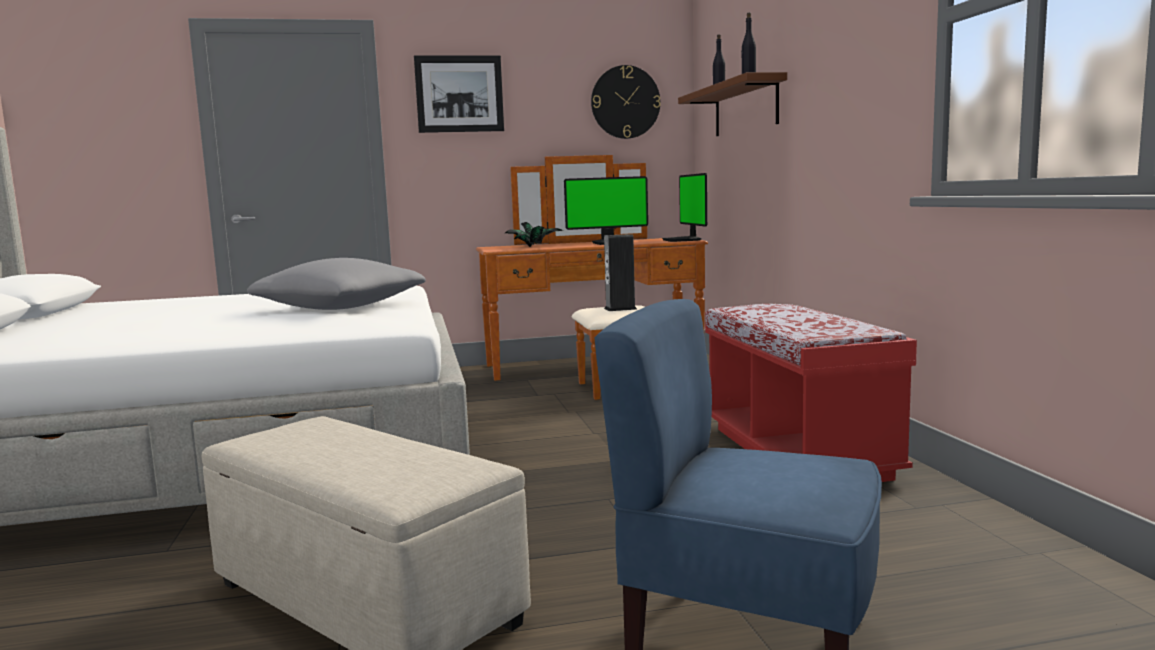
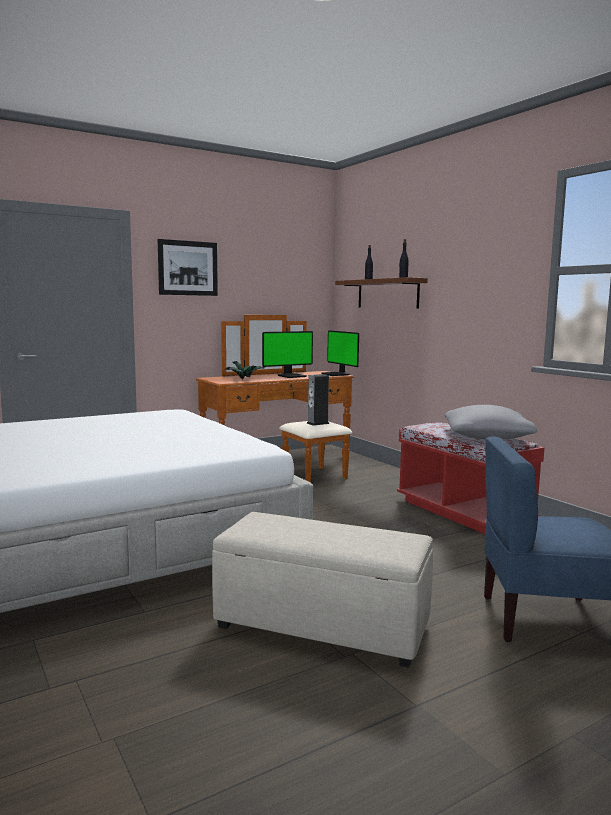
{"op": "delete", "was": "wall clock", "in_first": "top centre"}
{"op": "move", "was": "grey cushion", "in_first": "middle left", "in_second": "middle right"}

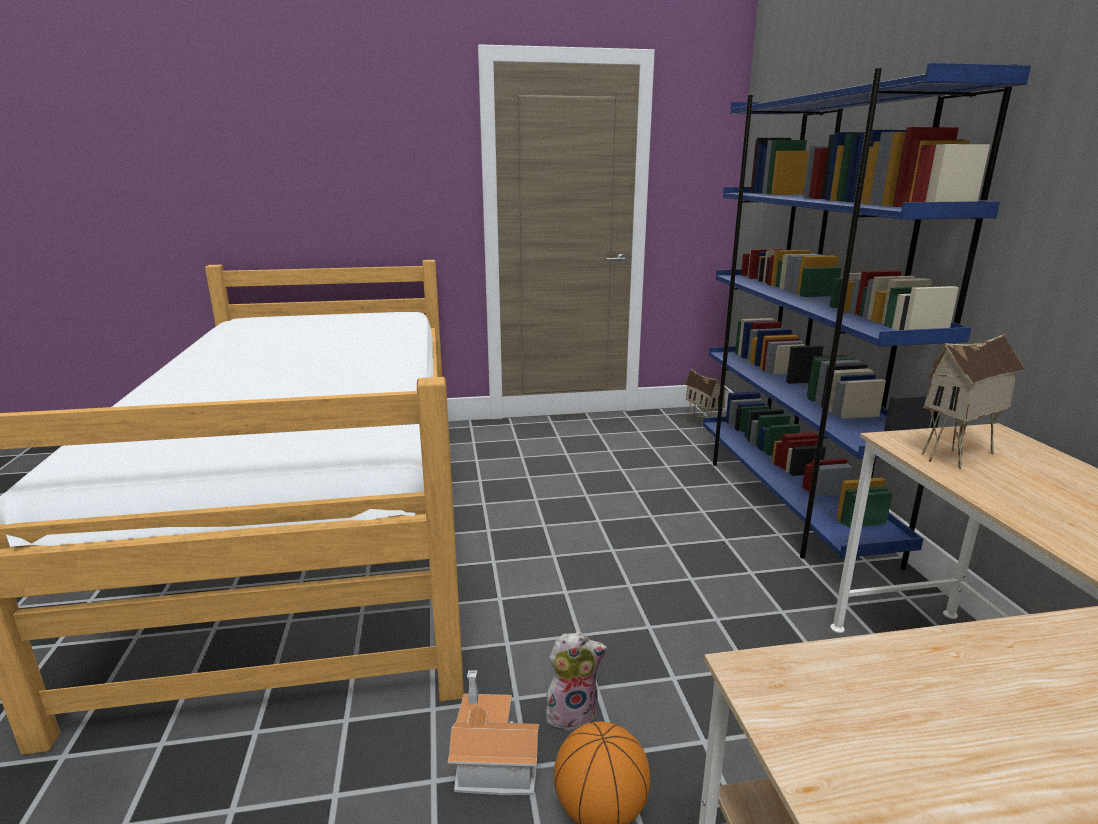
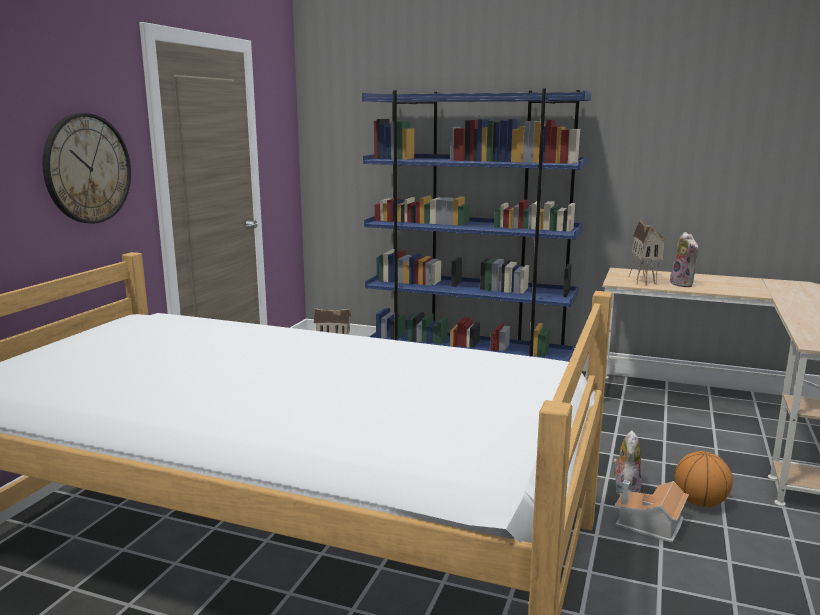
{"op": "insert", "now": "wall clock", "in_second": "top left"}
{"op": "insert", "now": "soft toy (2nd from left)", "in_second": "middle right"}

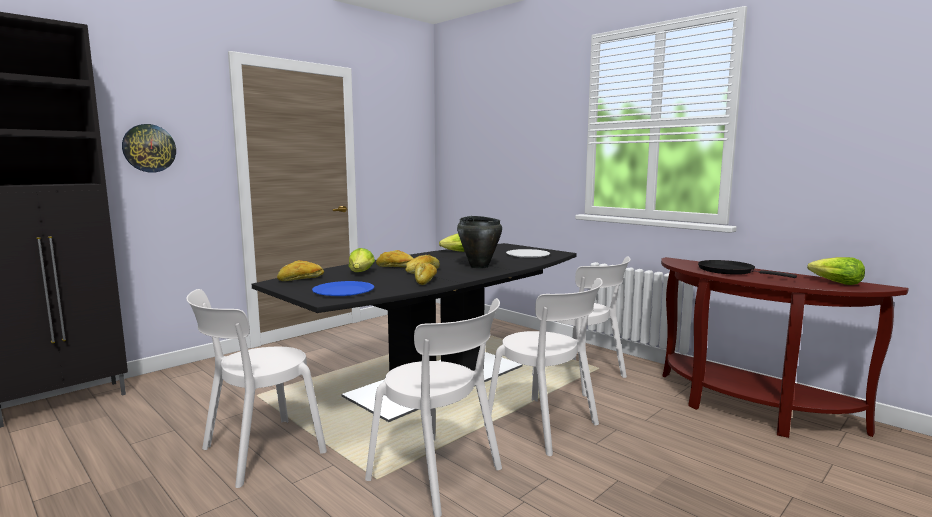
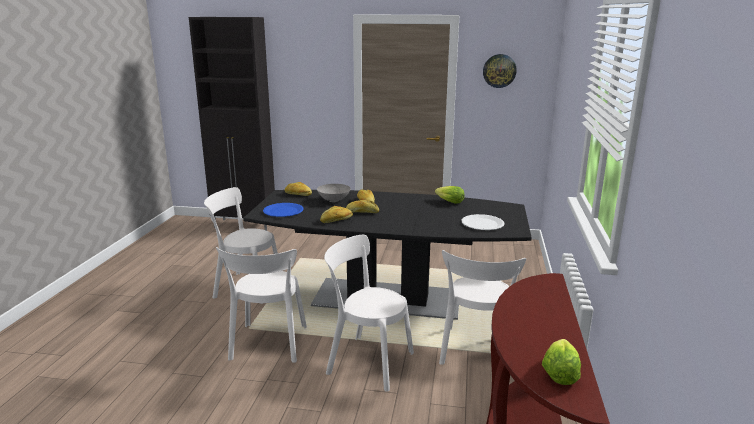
{"op": "move", "was": "wall clock", "in_first": "top left", "in_second": "top centre"}
{"op": "delete", "was": "black-coloured saucepot", "in_first": "centre"}
{"op": "replace", "was": "lettuce (1st from left)", "now": "grey deep dish", "in_first": "centre", "in_second": "centre"}
{"op": "delete", "was": "black-coloured frying pan", "in_first": "middle right"}
{"op": "rotate", "was": "white upright chair (3rd from left)", "in_first": "bottom centre", "in_second": "bottom centre", "clockwise": 105}

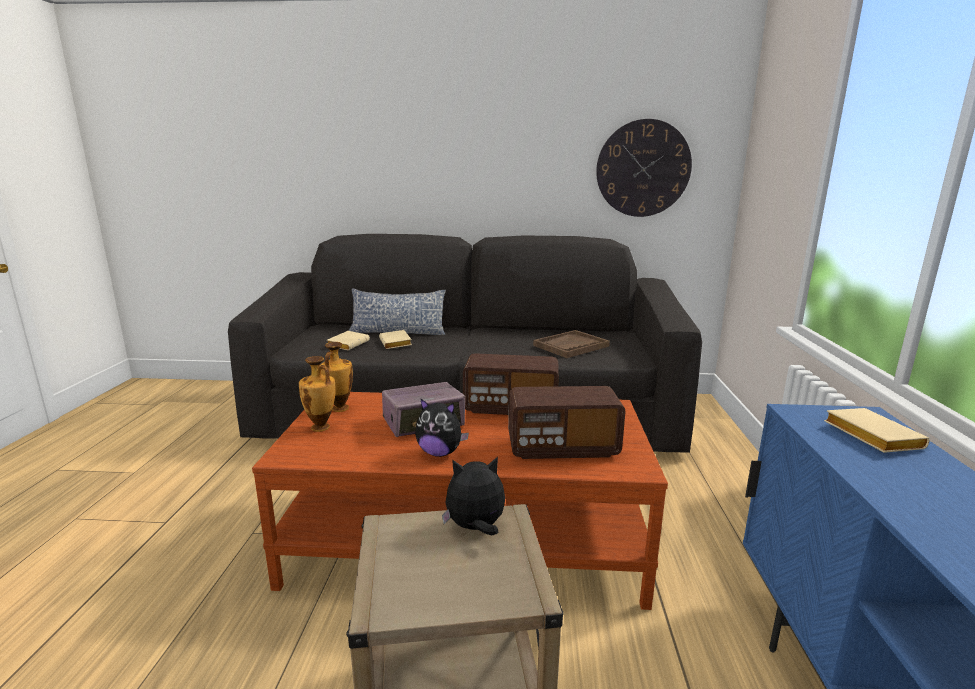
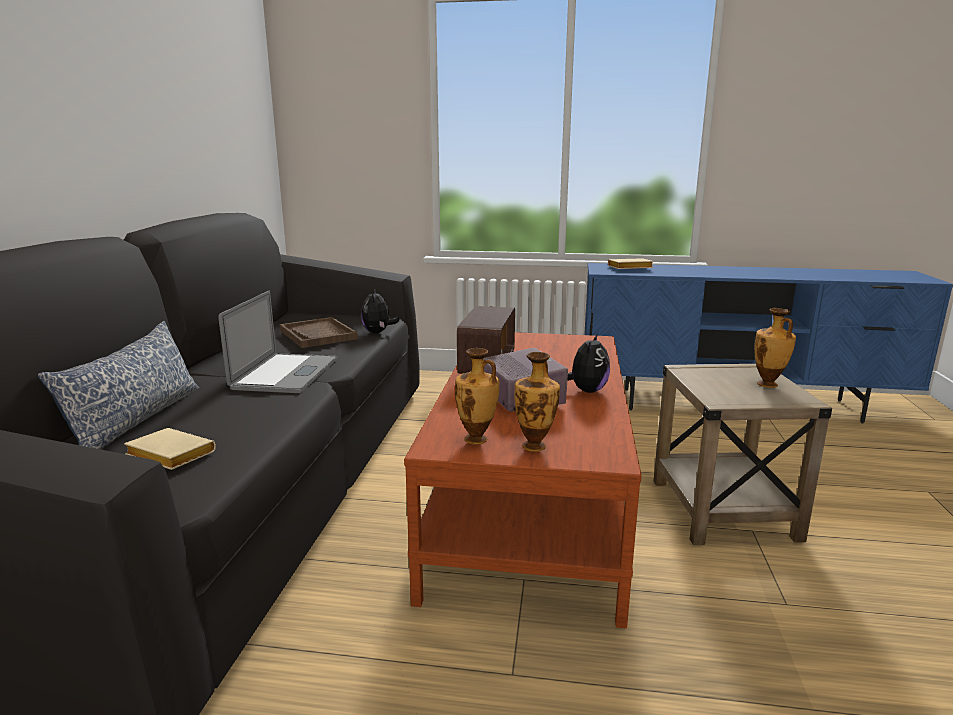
{"op": "delete", "was": "wall clock", "in_first": "top centre"}
{"op": "delete", "was": "beige-coloured volume (2nd from left)", "in_first": "centre"}
{"op": "delete", "was": "radio set (3rd from left)", "in_first": "centre"}
{"op": "move", "was": "soft toy (2nd from left in the first image)", "now": "soft toy (1st from left)", "in_first": "bottom centre", "in_second": "centre"}
{"op": "insert", "now": "laptop", "in_second": "middle left"}
{"op": "insert", "now": "vase (3rd from left)", "in_second": "middle right"}

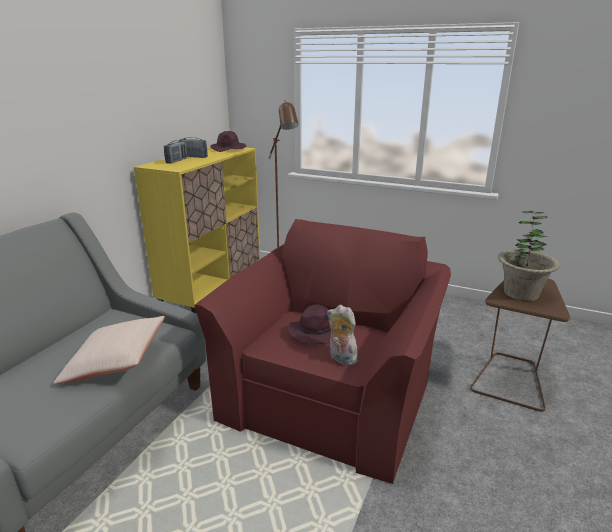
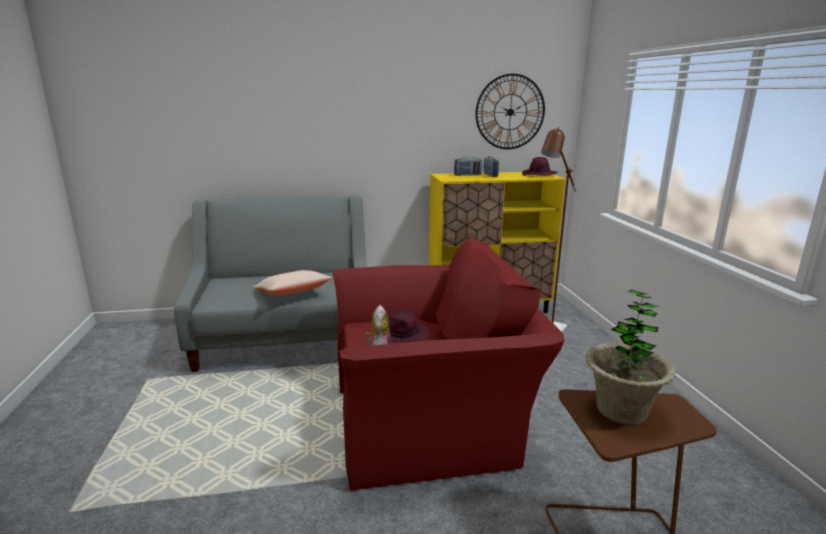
{"op": "insert", "now": "wall clock", "in_second": "top centre"}

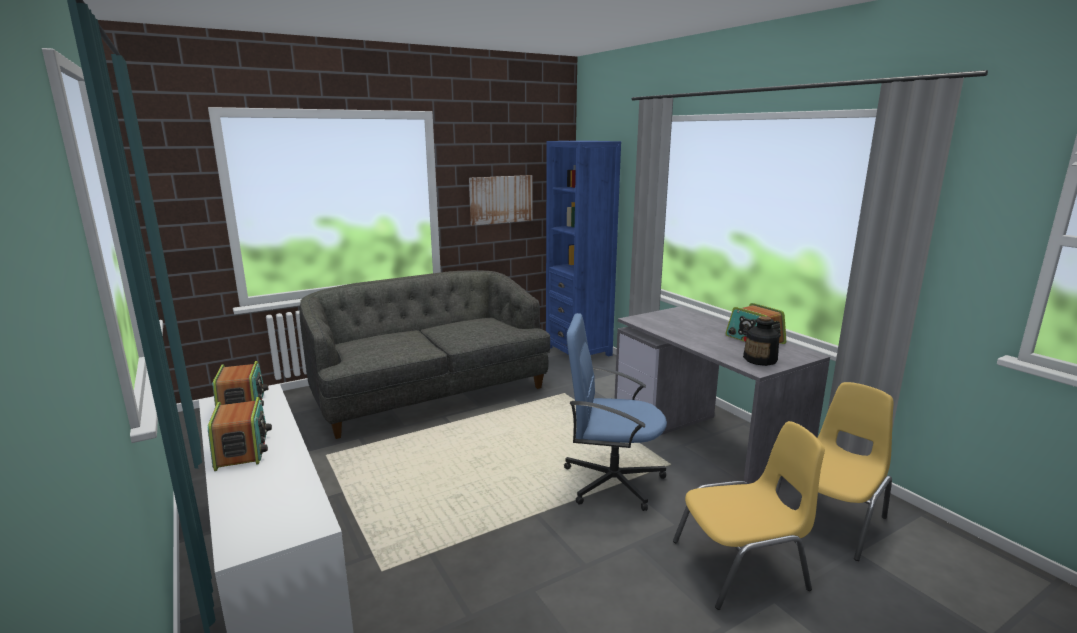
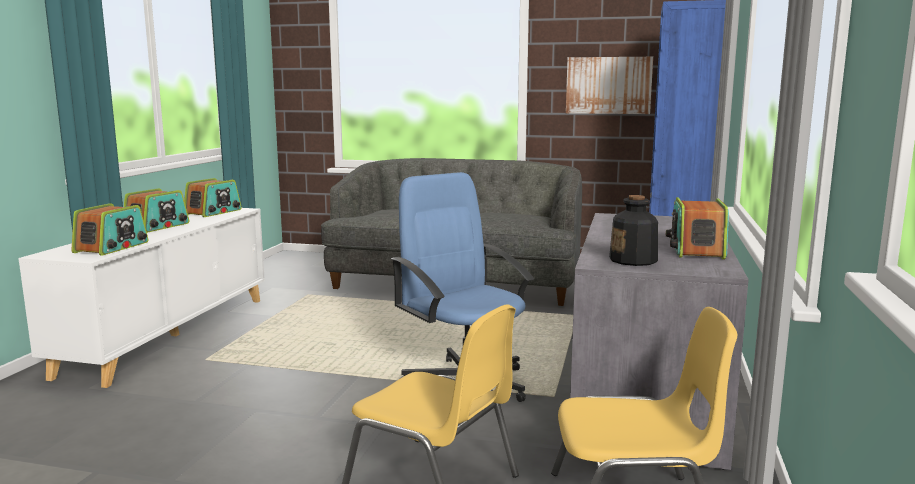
{"op": "insert", "now": "radio set (1st from left)", "in_second": "middle left"}

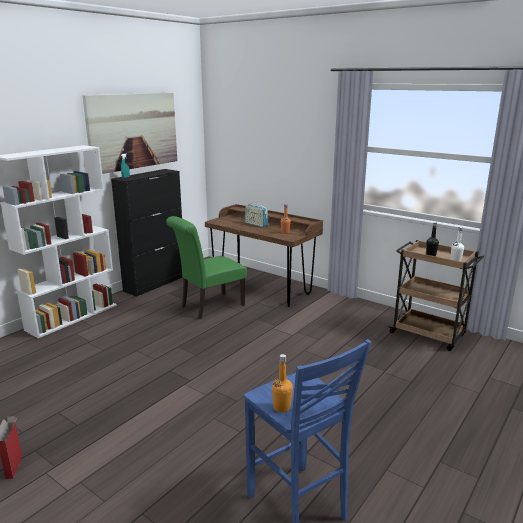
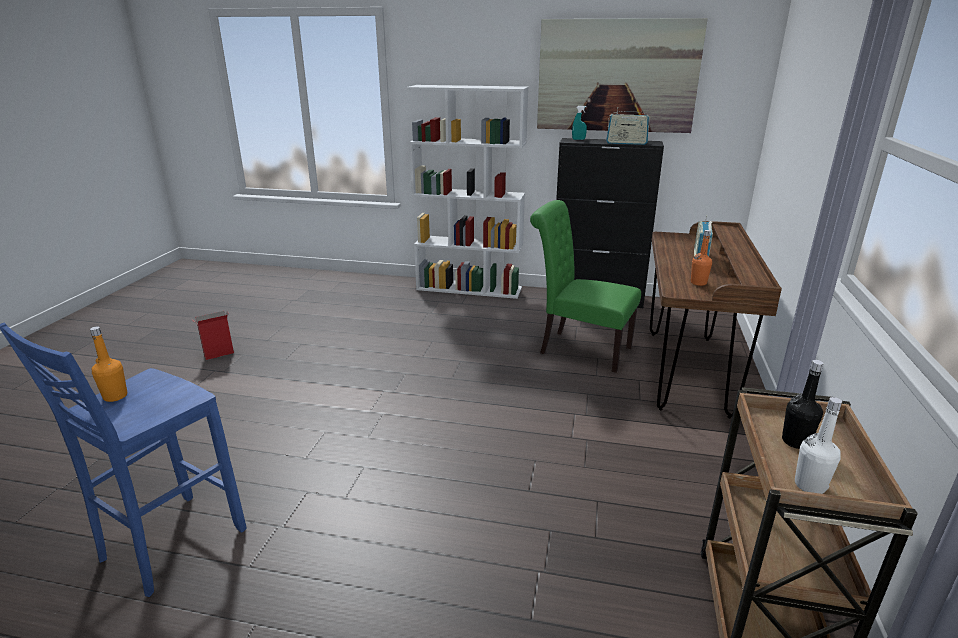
{"op": "insert", "now": "radio set (1st from left)", "in_second": "top centre"}

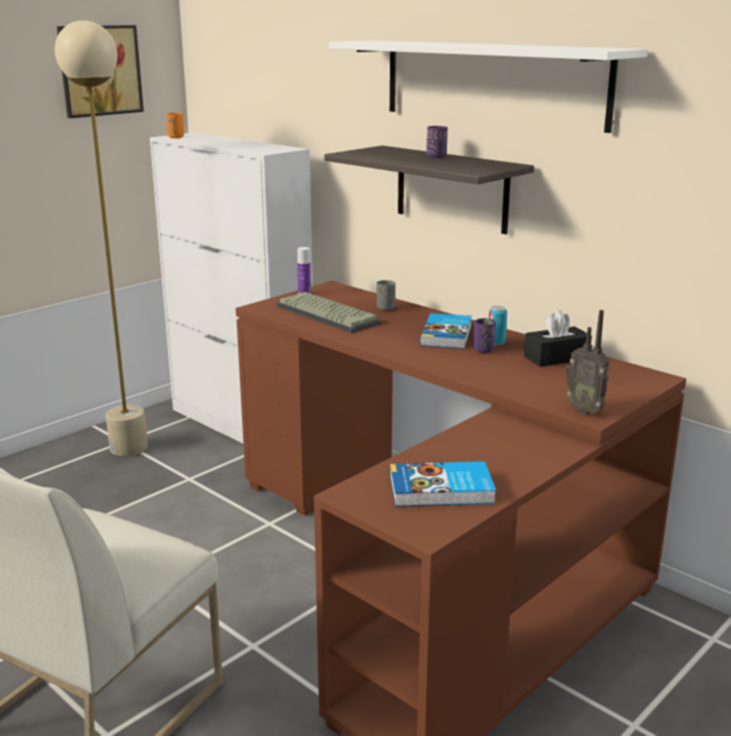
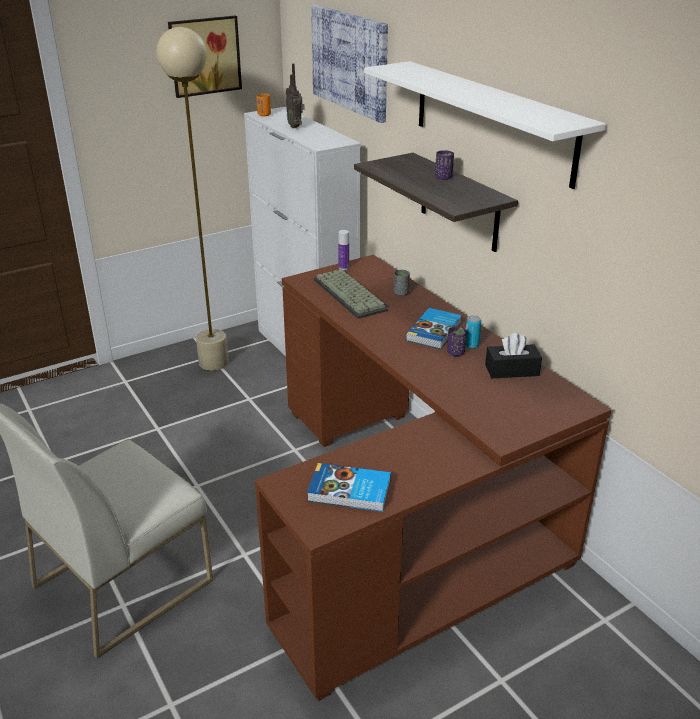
{"op": "move", "was": "radio set", "in_first": "middle right", "in_second": "top centre"}
{"op": "insert", "now": "picture (2nd from left)", "in_second": "top centre"}

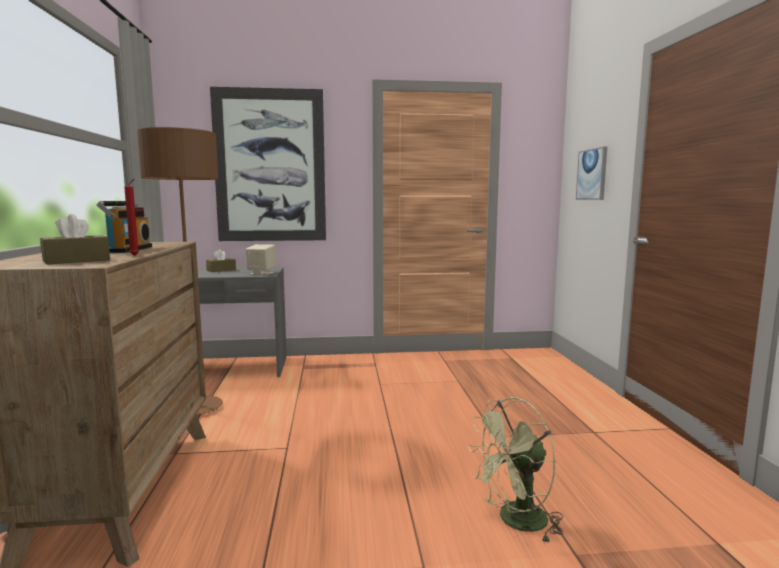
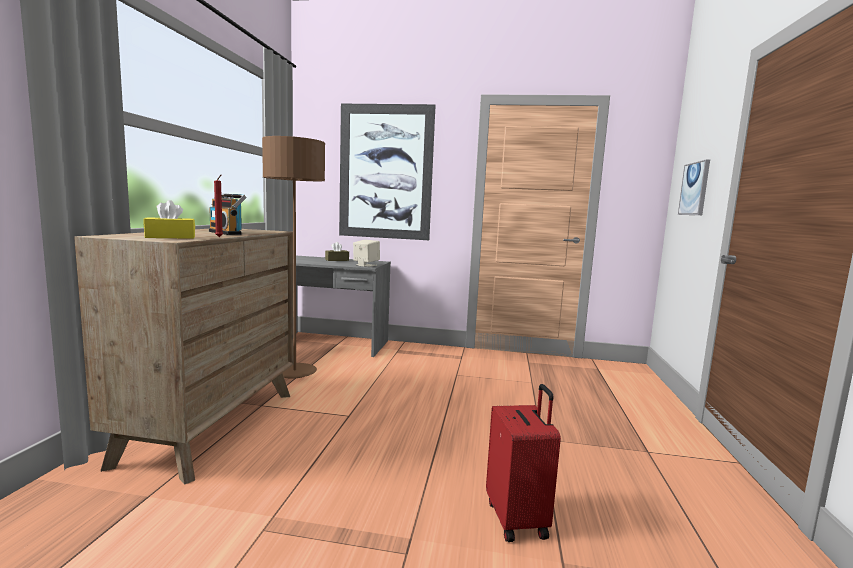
{"op": "rotate", "was": "radio set", "in_first": "middle left", "in_second": "middle left", "clockwise": 120}
{"op": "recolor", "was": "brown tissue box (1st from left)", "now": "yellowish tissue box", "in_first": "middle left", "in_second": "middle left"}
{"op": "replace", "was": "greenish fan", "now": "red-coloured suitcase", "in_first": "bottom centre", "in_second": "bottom centre"}

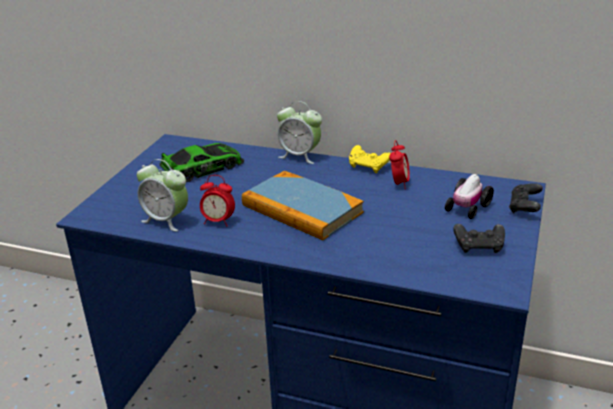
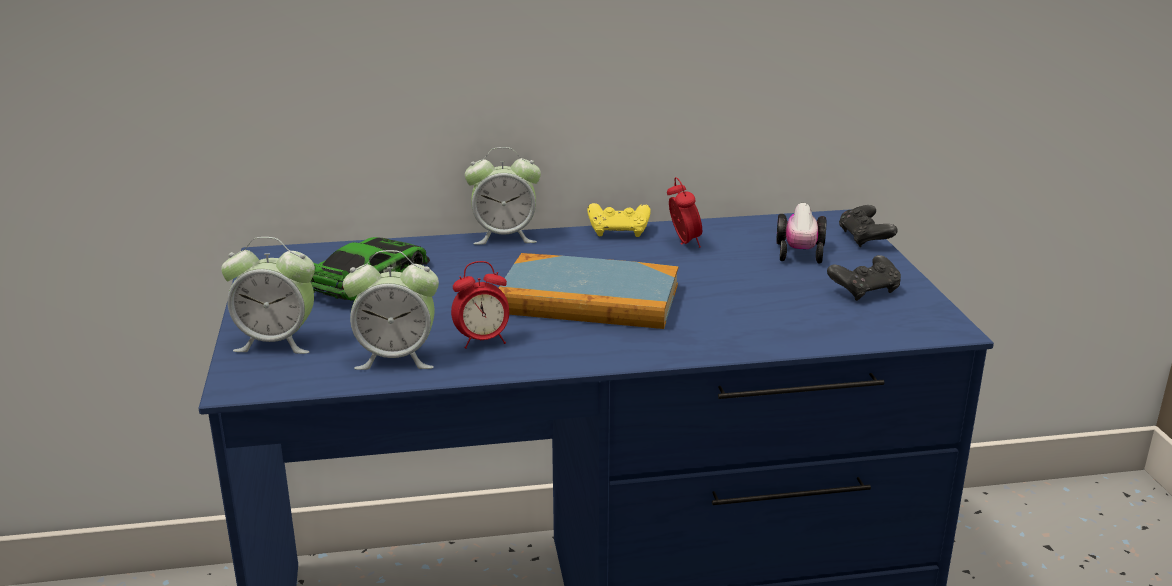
{"op": "insert", "now": "bedside clock (1st from left)", "in_second": "middle left"}

